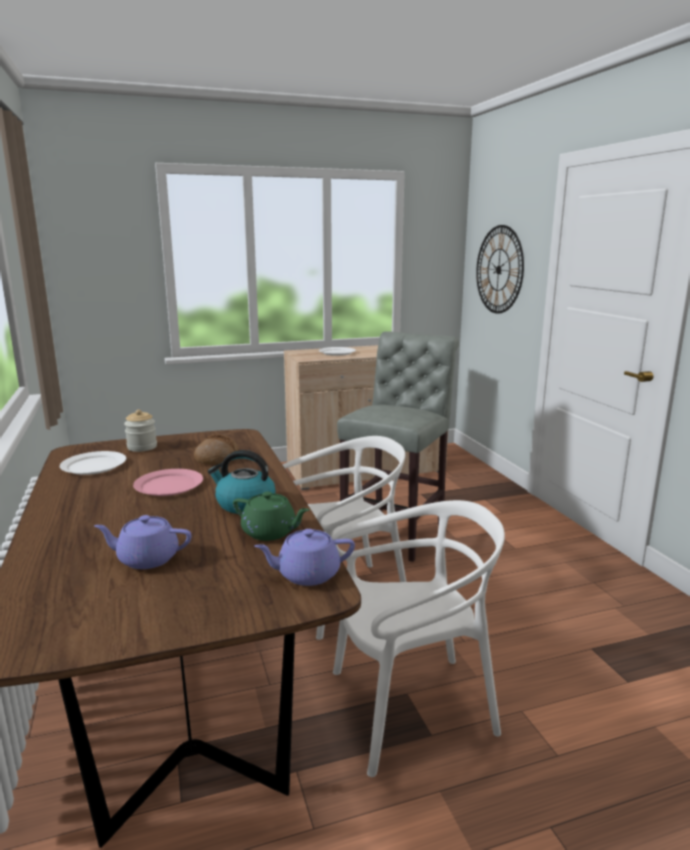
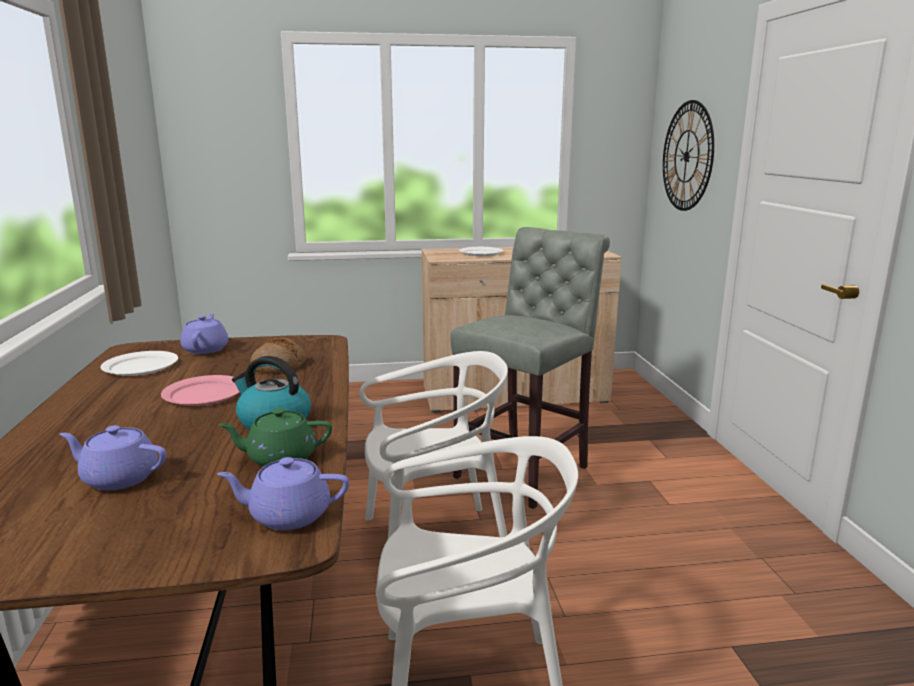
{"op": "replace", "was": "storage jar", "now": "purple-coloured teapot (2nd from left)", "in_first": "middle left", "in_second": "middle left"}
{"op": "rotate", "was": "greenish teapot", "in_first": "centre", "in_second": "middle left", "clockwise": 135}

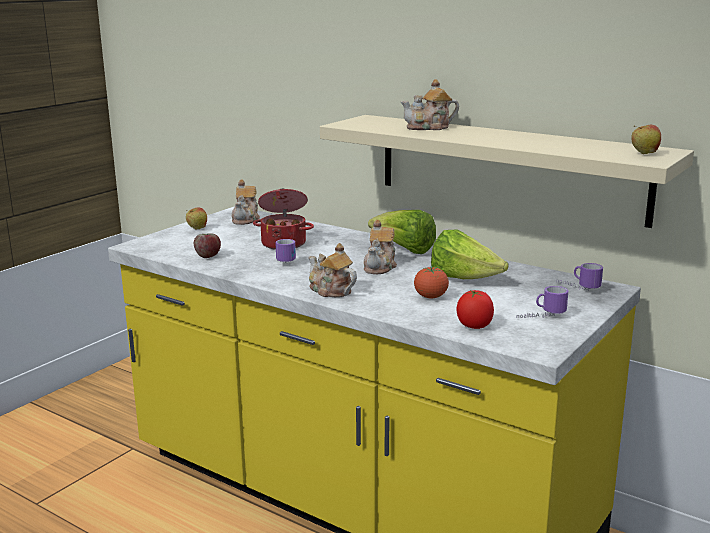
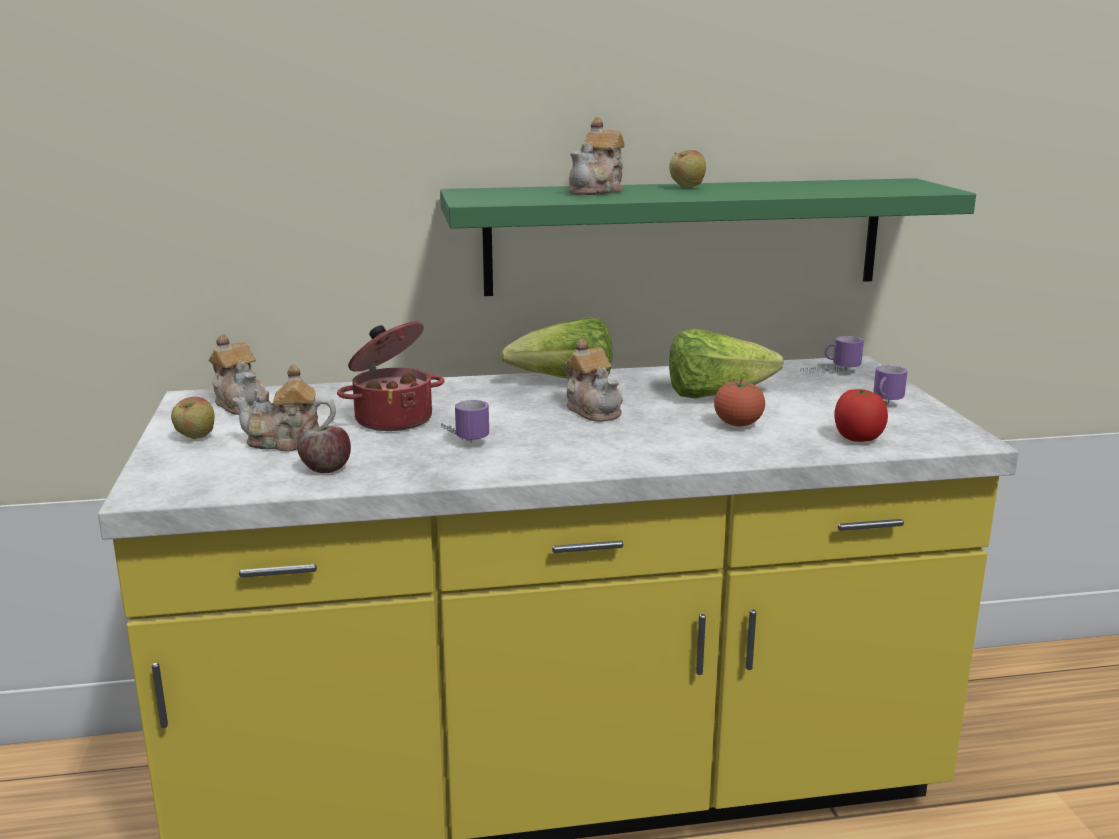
{"op": "recolor", "was": "beige-coloured wall shelf", "now": "greenish wall shelf", "in_first": "top right", "in_second": "top centre"}
{"op": "move", "was": "apple fruit (3rd from left)", "in_first": "top right", "in_second": "top centre"}
{"op": "move", "was": "teapot (2nd from left)", "in_first": "centre", "in_second": "middle left"}

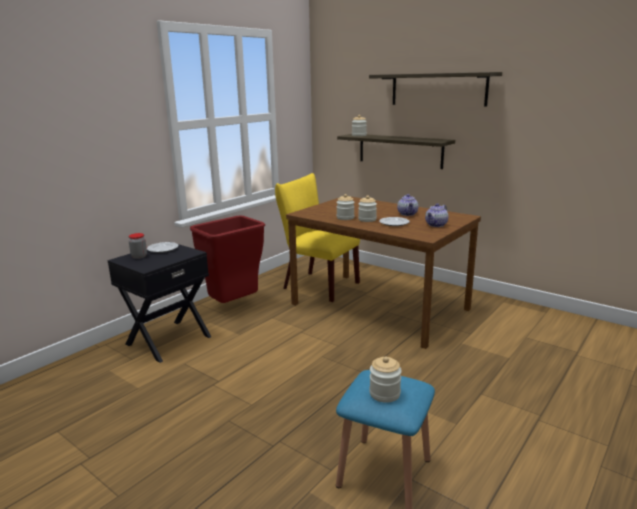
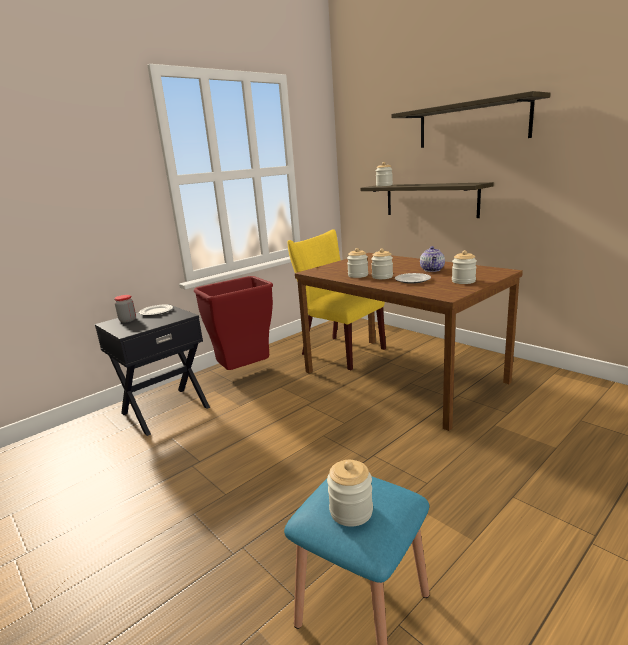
{"op": "replace", "was": "teapot (2nd from left)", "now": "storage jar (6th from left)", "in_first": "middle right", "in_second": "middle right"}

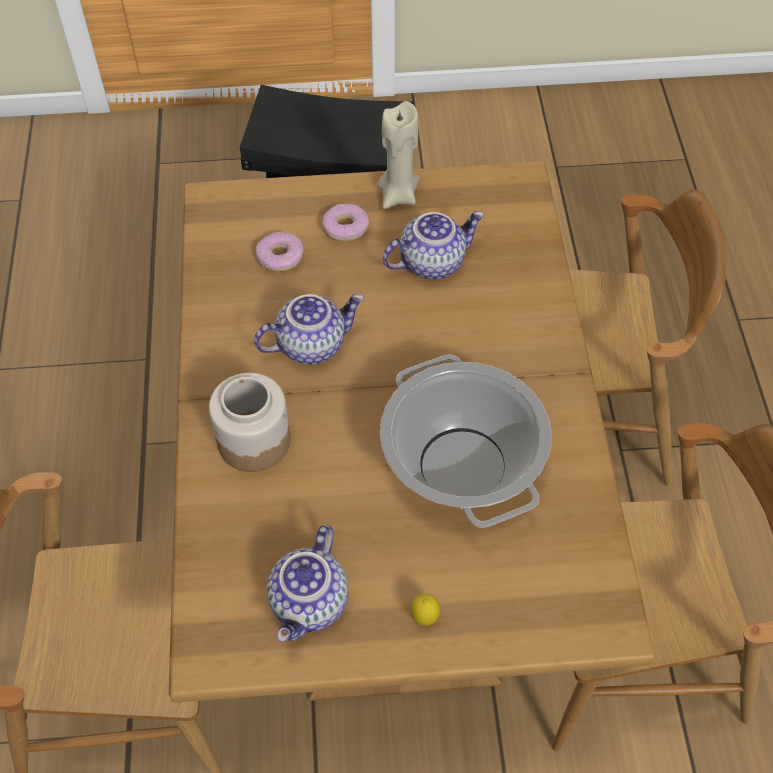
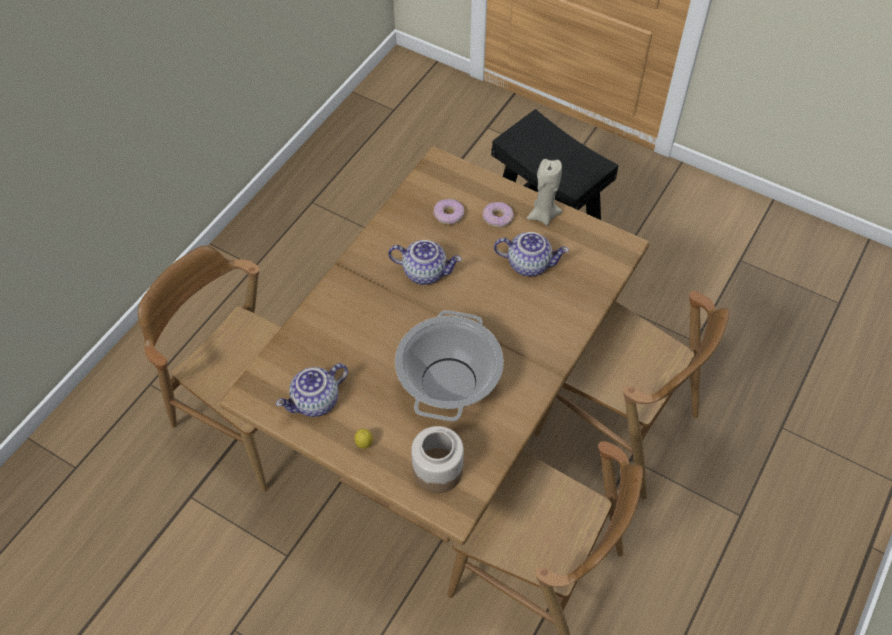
{"op": "move", "was": "storage jar", "in_first": "middle left", "in_second": "bottom centre"}

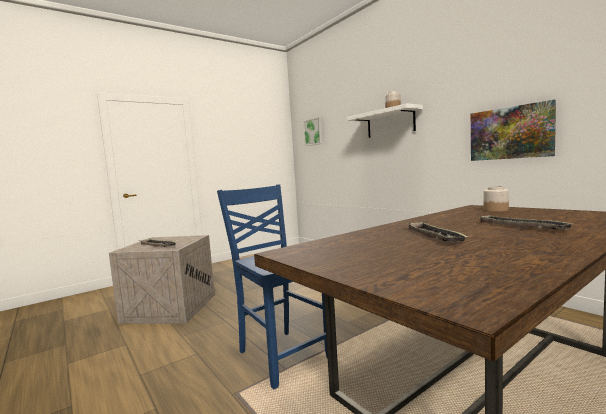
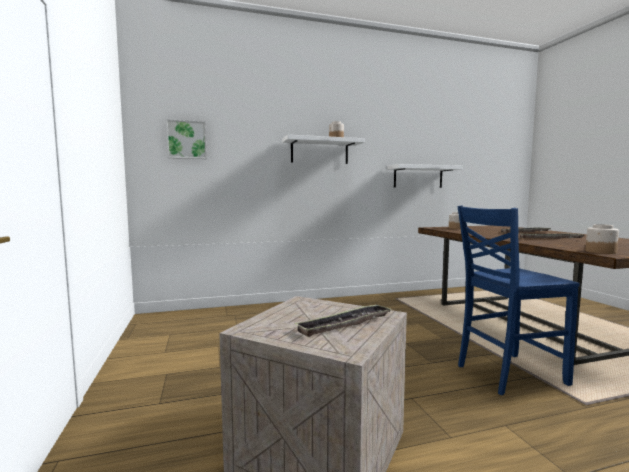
{"op": "replace", "was": "picture (2nd from left)", "now": "white wall shelf (2nd from left)", "in_first": "top right", "in_second": "middle right"}
{"op": "insert", "now": "storage jar (3rd from left)", "in_second": "middle right"}

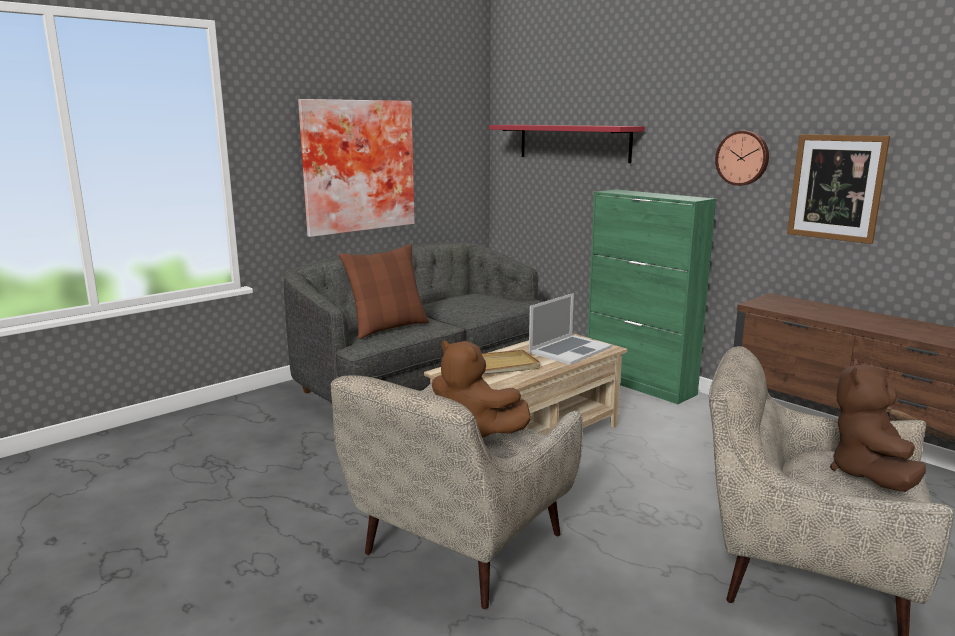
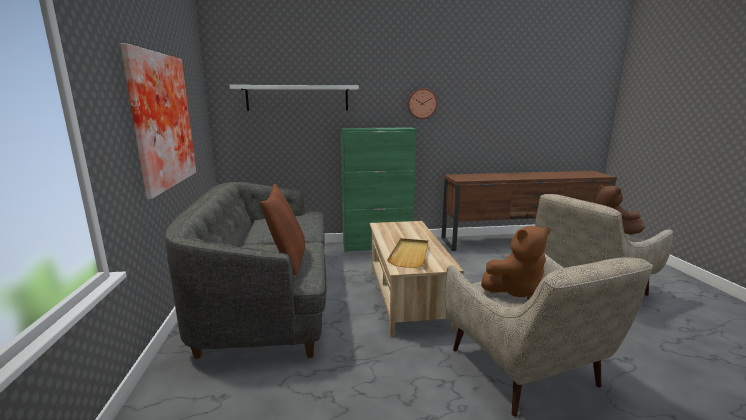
{"op": "recolor", "was": "red-coloured wall shelf", "now": "white wall shelf", "in_first": "top centre", "in_second": "top centre"}
{"op": "delete", "was": "picture (2nd from left)", "in_first": "top right"}
{"op": "delete", "was": "laptop", "in_first": "centre"}

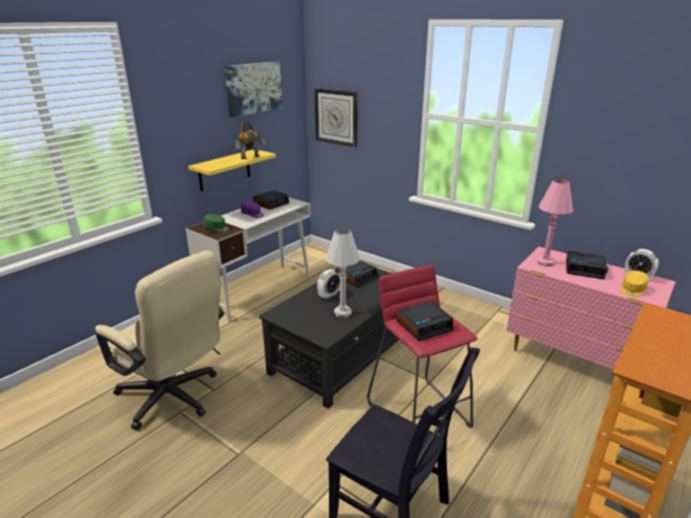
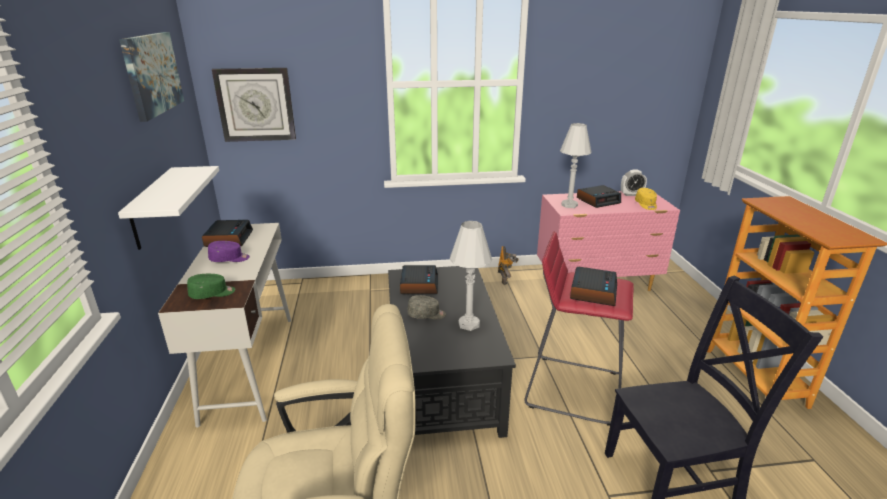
{"op": "move", "was": "toy robot", "in_first": "top centre", "in_second": "centre"}
{"op": "recolor", "was": "yellowish wall shelf", "now": "white wall shelf", "in_first": "top centre", "in_second": "middle left"}
{"op": "recolor", "was": "pinkish table lamp", "now": "white table lamp (2nd from left)", "in_first": "middle right", "in_second": "top centre"}
{"op": "replace", "was": "bedside clock (2nd from left)", "now": "grey peaked cap", "in_first": "centre", "in_second": "centre"}

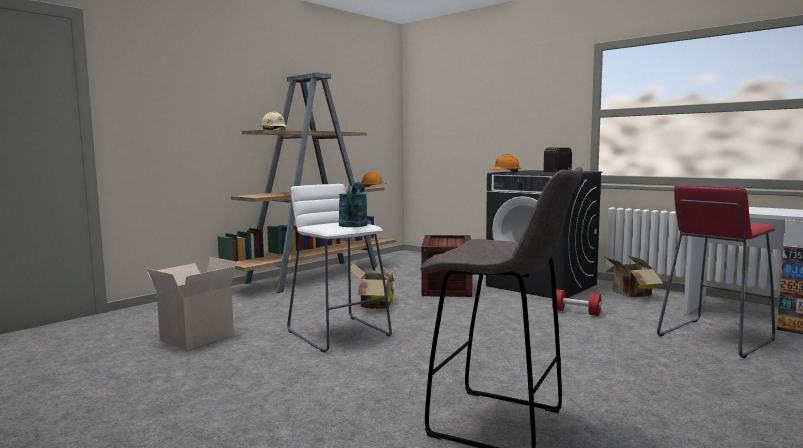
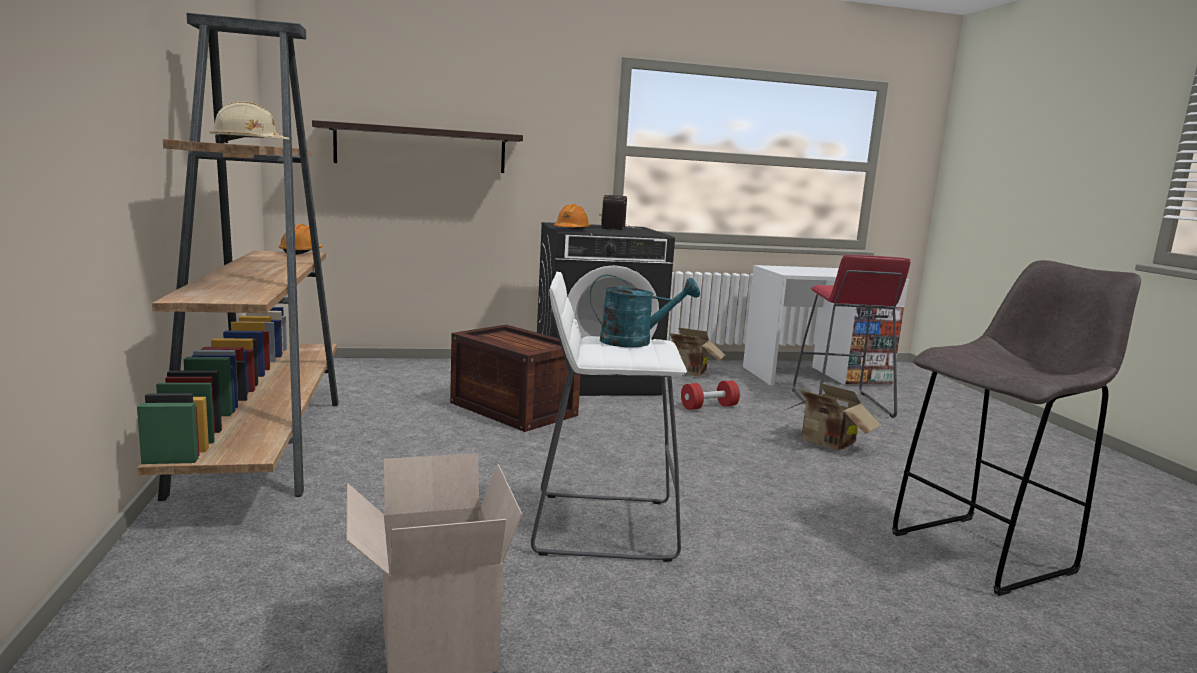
{"op": "rotate", "was": "blue-green watering pot", "in_first": "centre", "in_second": "centre", "clockwise": 135}
{"op": "move", "was": "cardboard box (2nd from left in the first image)", "now": "cardboard box (3rd from left)", "in_first": "centre", "in_second": "middle right"}
{"op": "insert", "now": "wall shelf", "in_second": "top centre"}

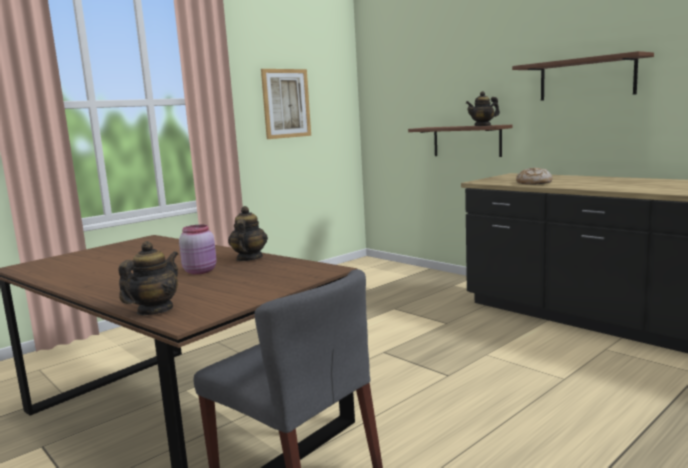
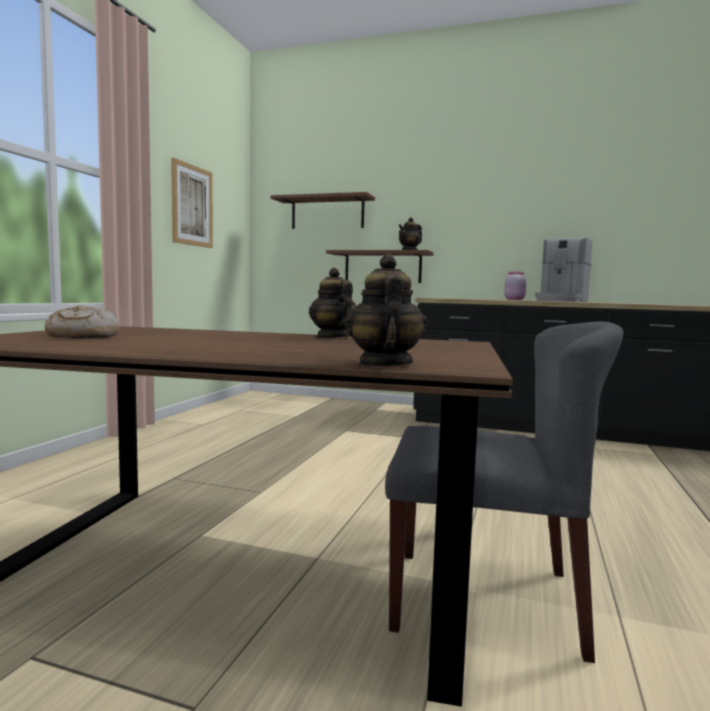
{"op": "move", "was": "brown wall shelf (2nd from left in the first image)", "now": "brown wall shelf (1st from left)", "in_first": "top right", "in_second": "top centre"}
{"op": "move", "was": "baked bread", "in_first": "middle right", "in_second": "middle left"}
{"op": "move", "was": "pinkish storage jar", "in_first": "middle left", "in_second": "middle right"}
{"op": "insert", "now": "coffee machine", "in_second": "middle right"}

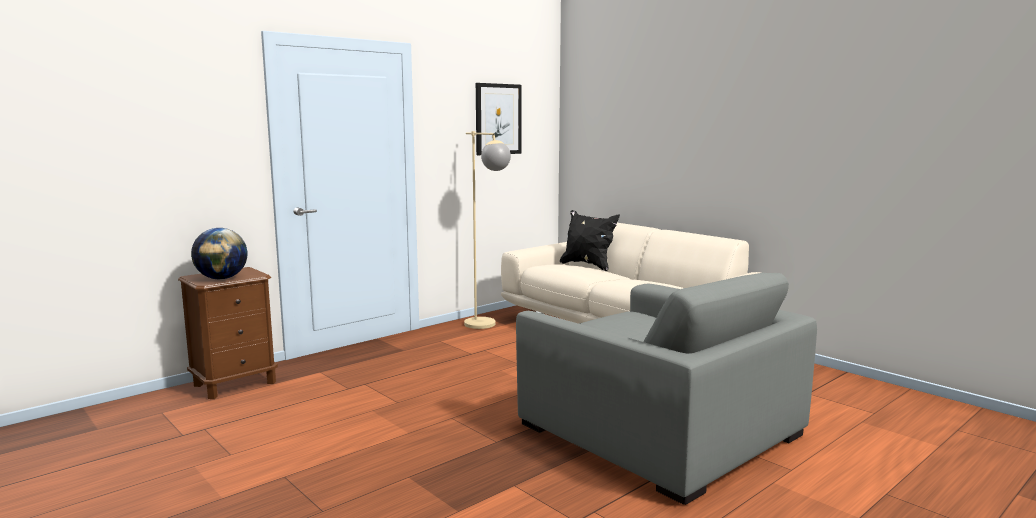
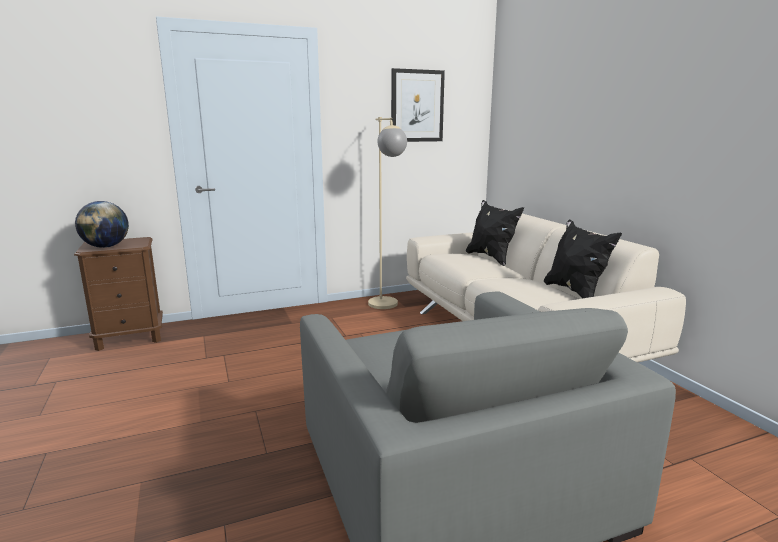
{"op": "insert", "now": "black-coloured cushion (2nd from left)", "in_second": "middle right"}

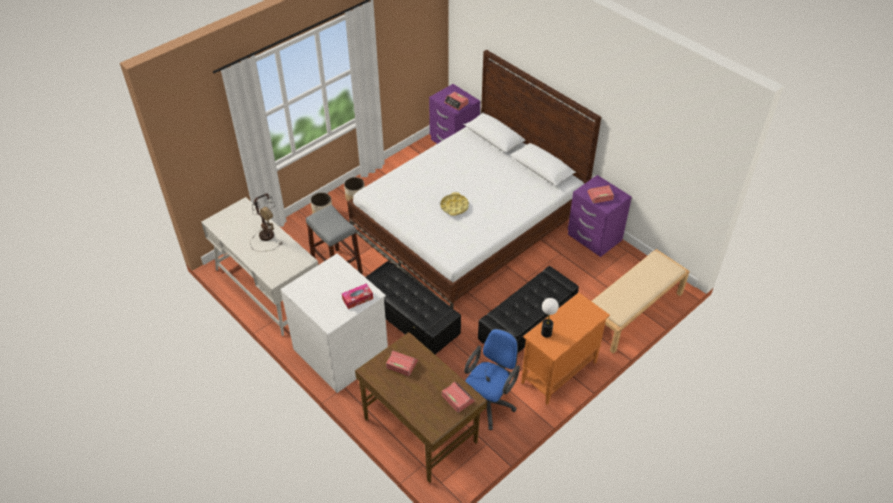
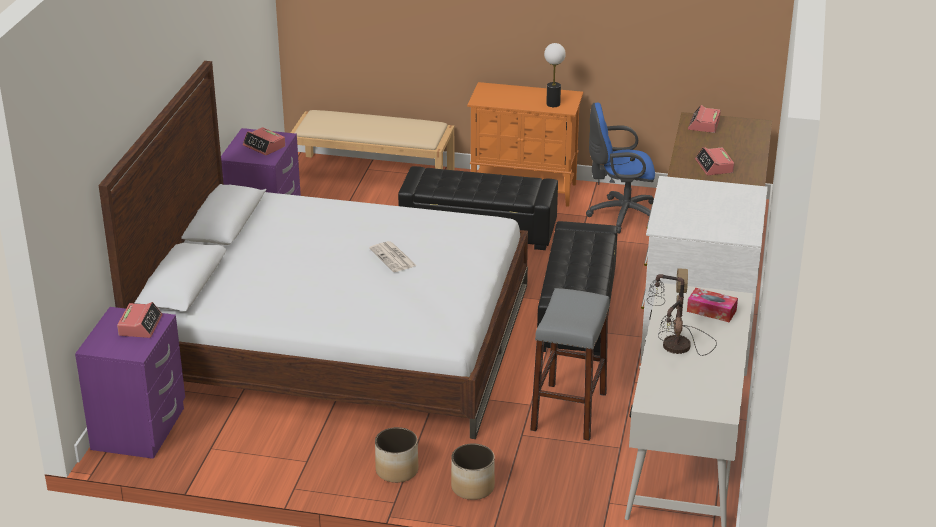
{"op": "replace", "was": "yellowish tray", "now": "printed paper", "in_first": "centre", "in_second": "centre"}
{"op": "move", "was": "tissue box", "in_first": "centre", "in_second": "middle right"}

